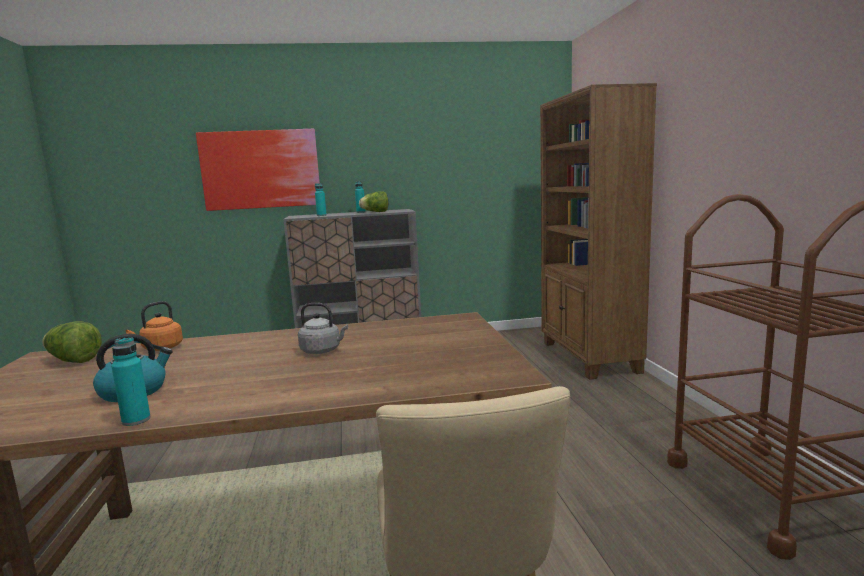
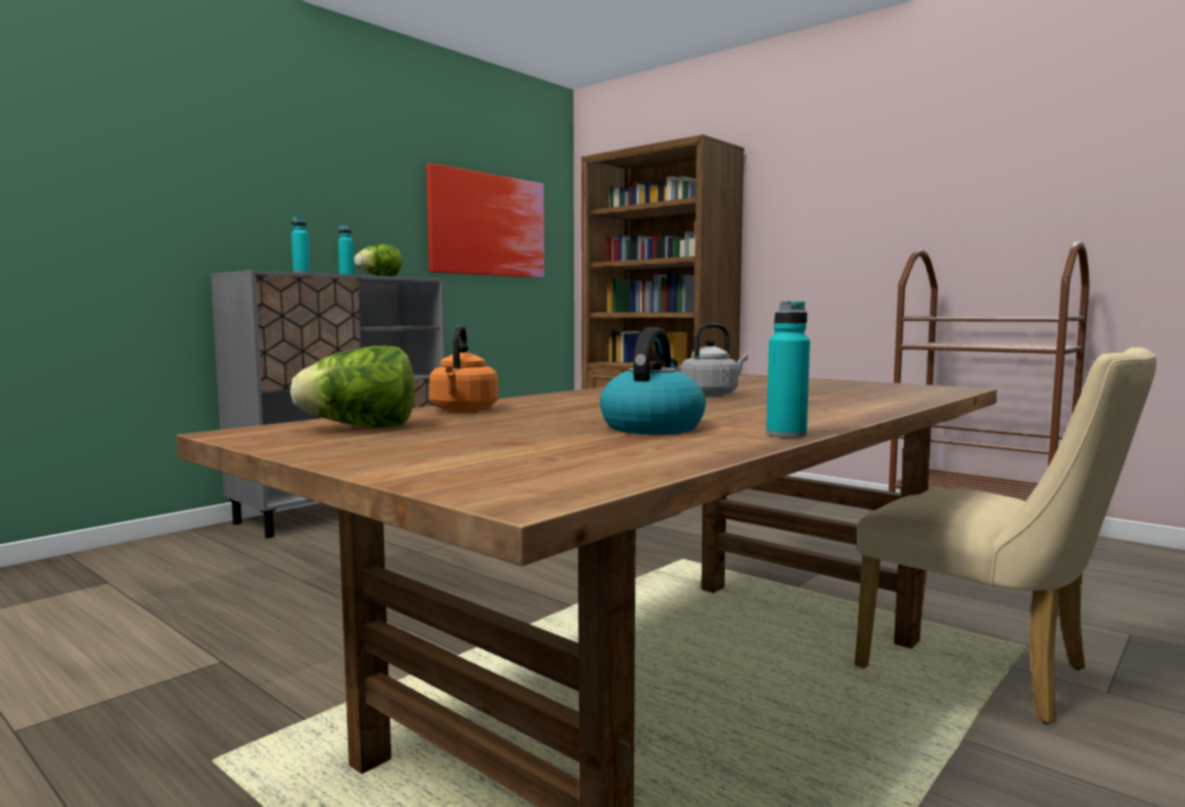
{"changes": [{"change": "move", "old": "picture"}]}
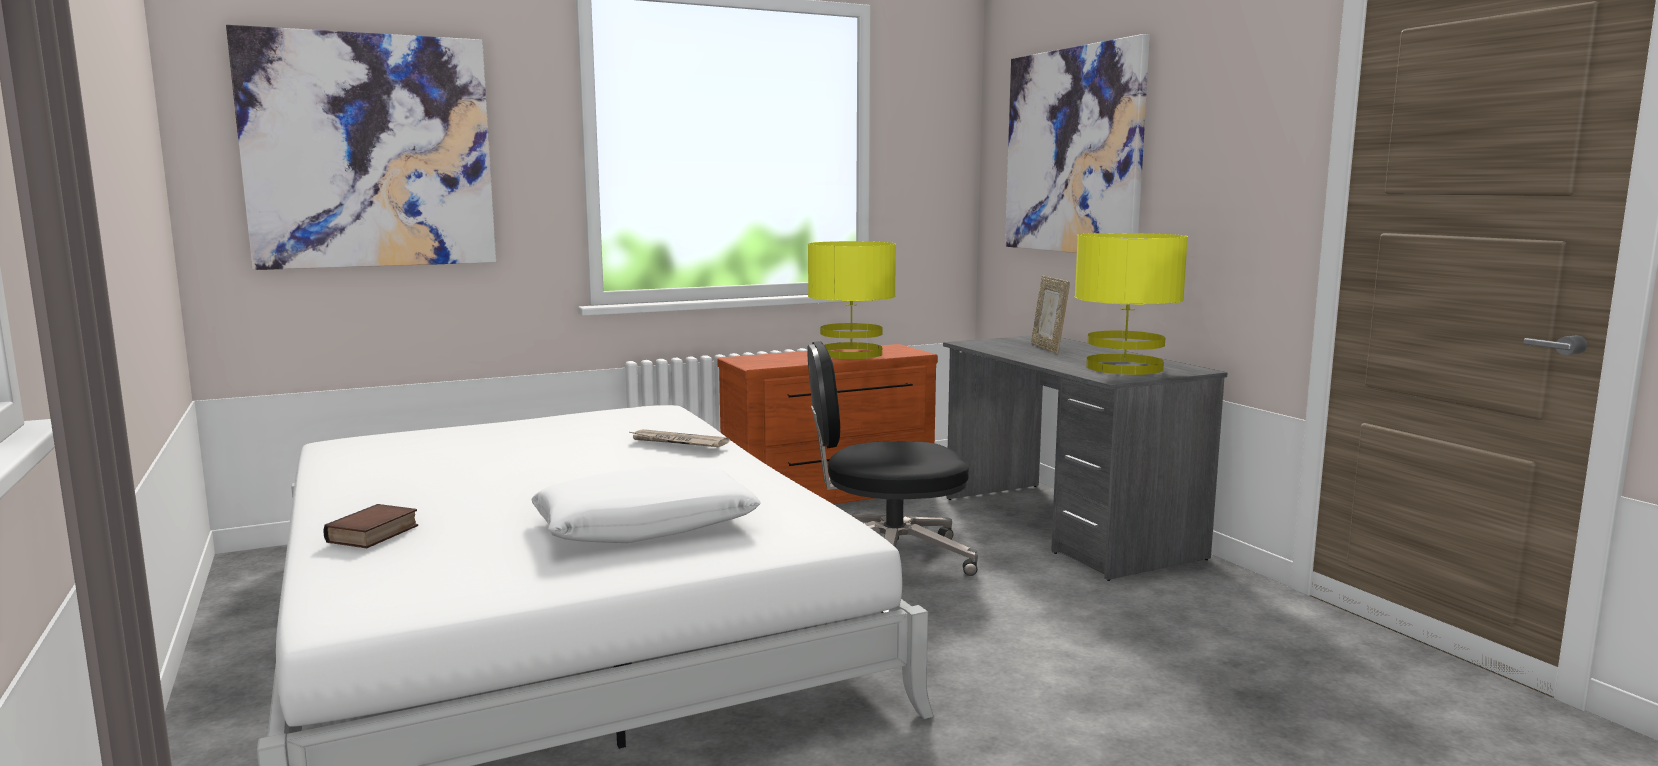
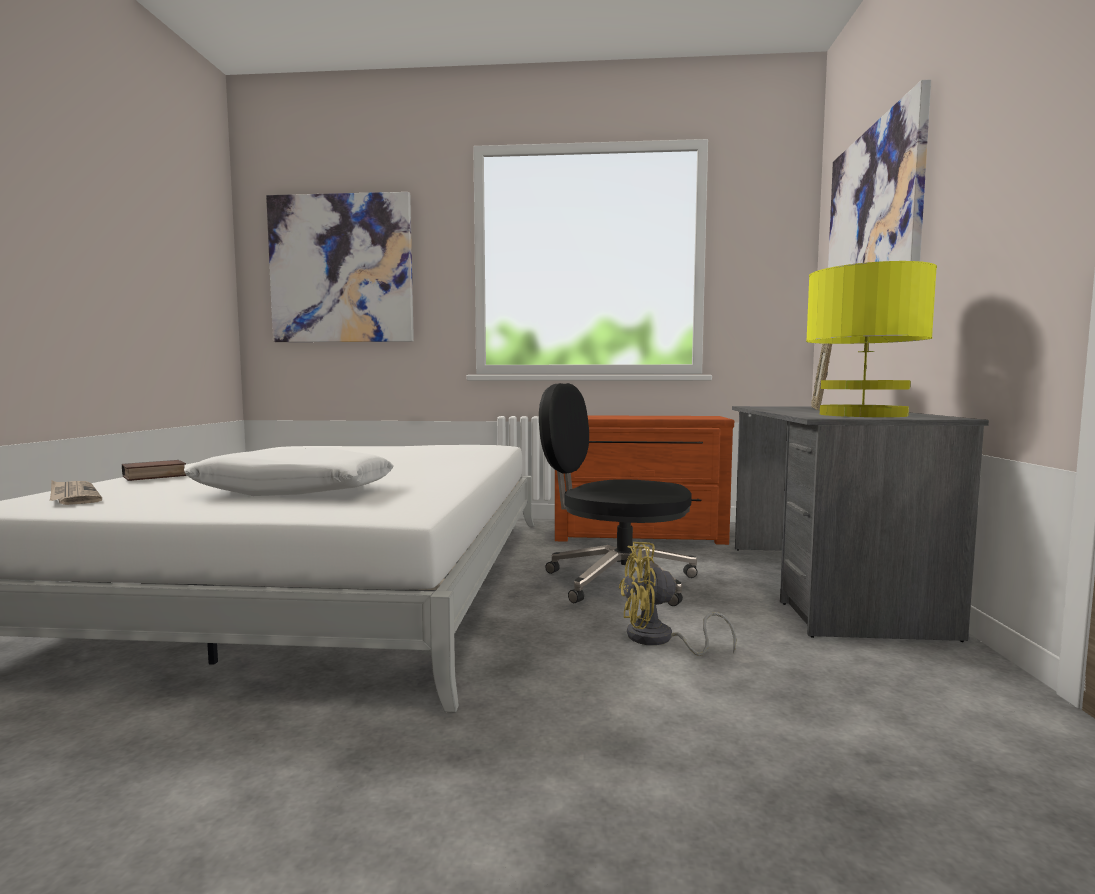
{"changes": [{"change": "move", "old": "newspaper"}, {"change": "delete", "old": "yellow table lamp (1st from left)"}, {"change": "insert", "new": "yellow fan"}]}
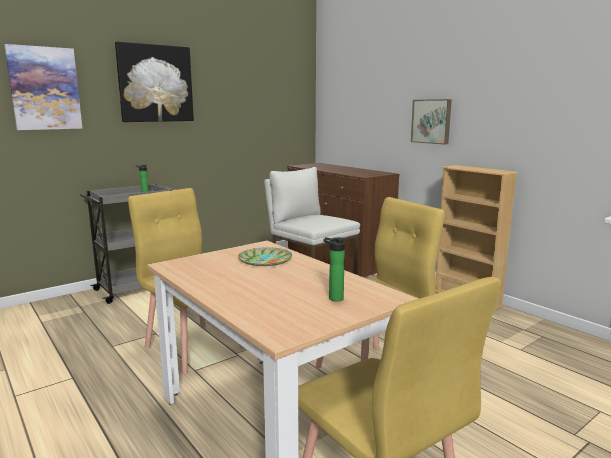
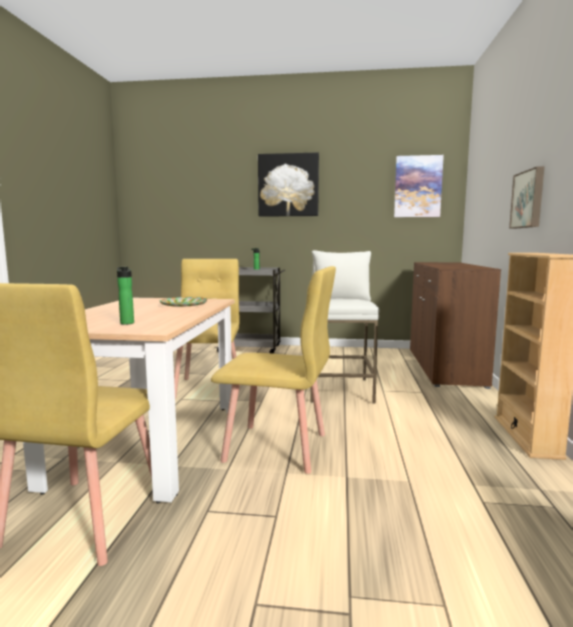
{"changes": [{"change": "move", "old": "picture (1st from left in the first image)", "new": "picture (2nd from left)"}]}
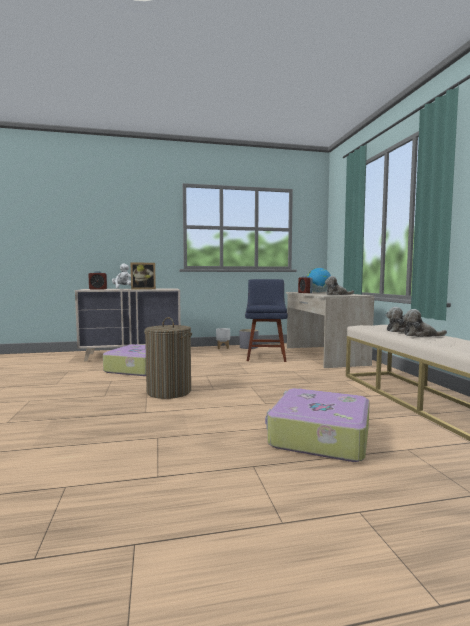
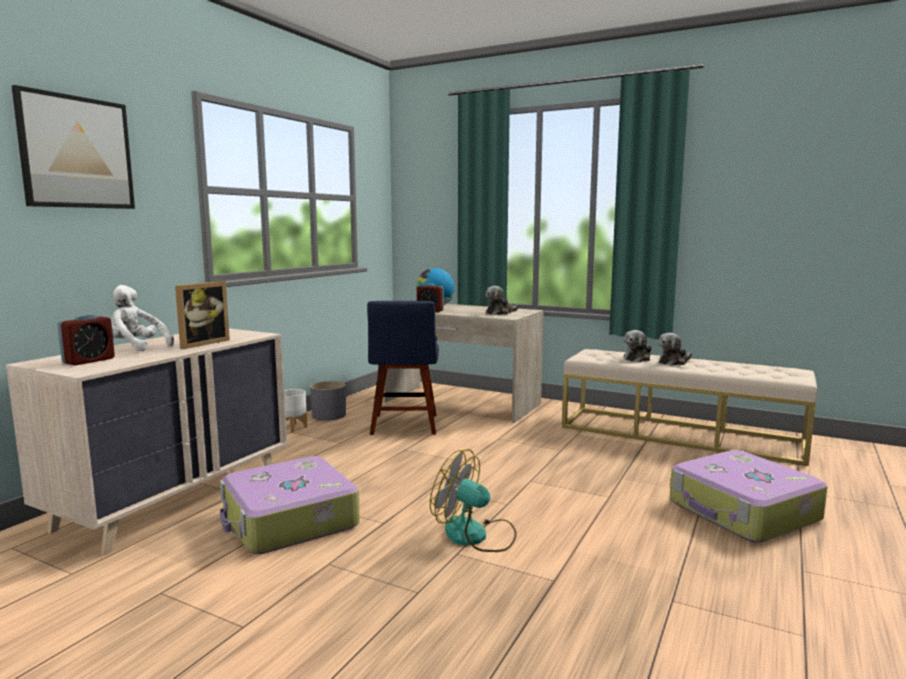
{"changes": [{"change": "replace", "old": "laundry basket", "new": "fan"}, {"change": "rotate", "old": "blue chair", "degrees": -135}, {"change": "insert", "new": "picture"}]}
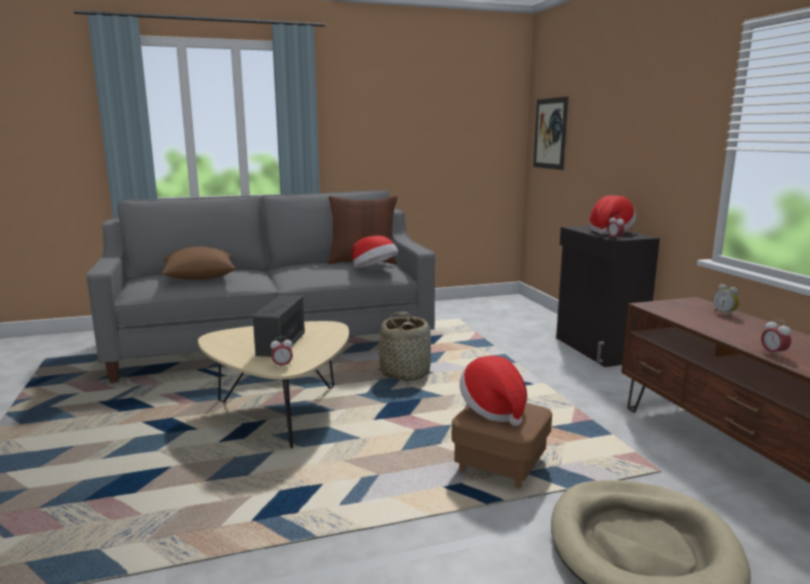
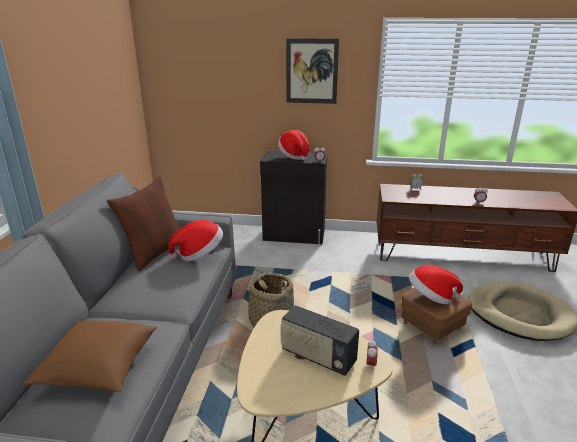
{"changes": [{"change": "move", "old": "picture"}]}
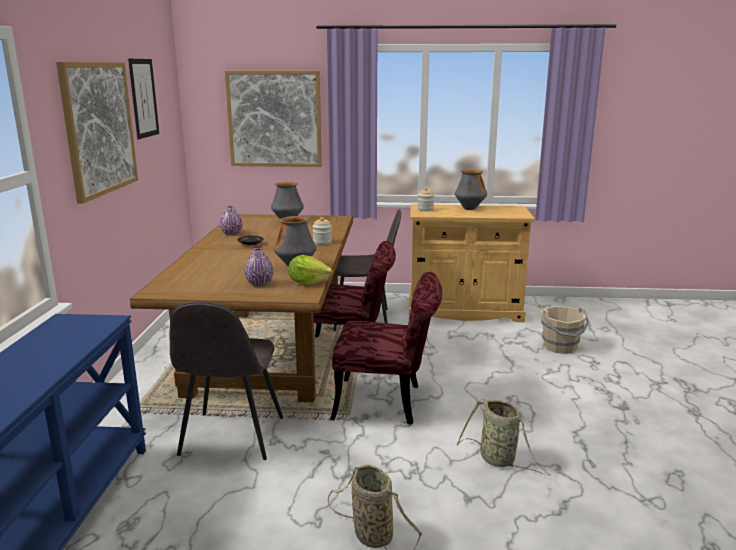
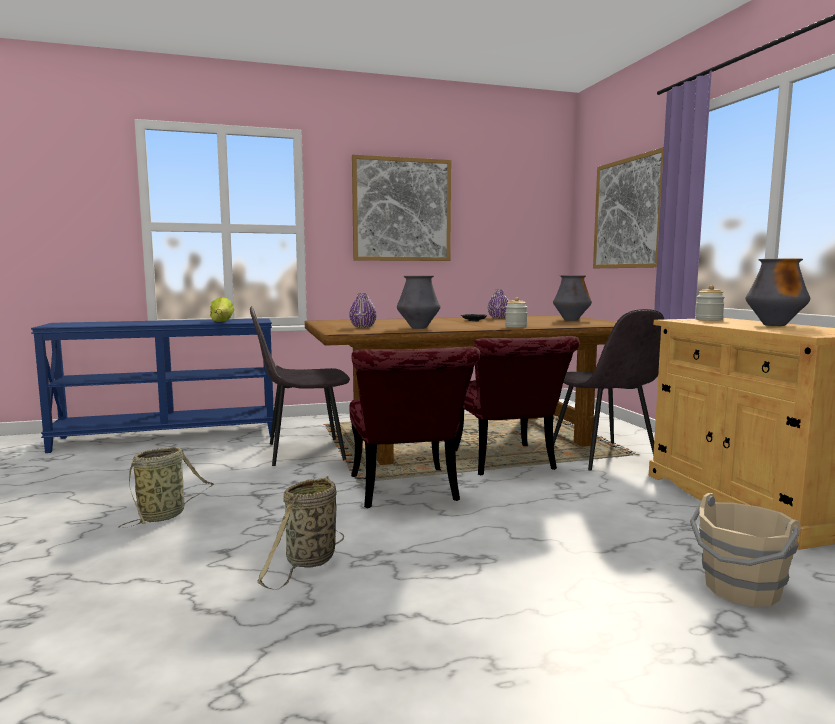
{"changes": [{"change": "delete", "old": "picture (2nd from left)"}, {"change": "move", "old": "lettuce"}]}
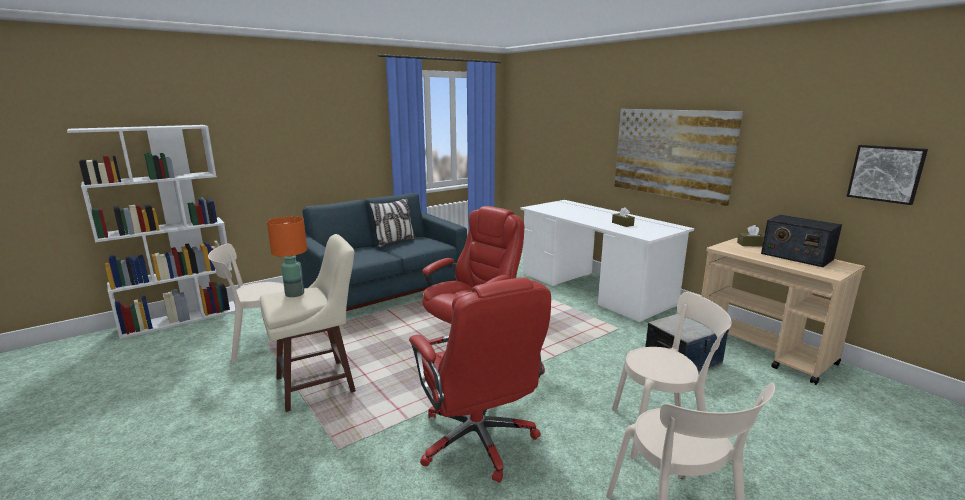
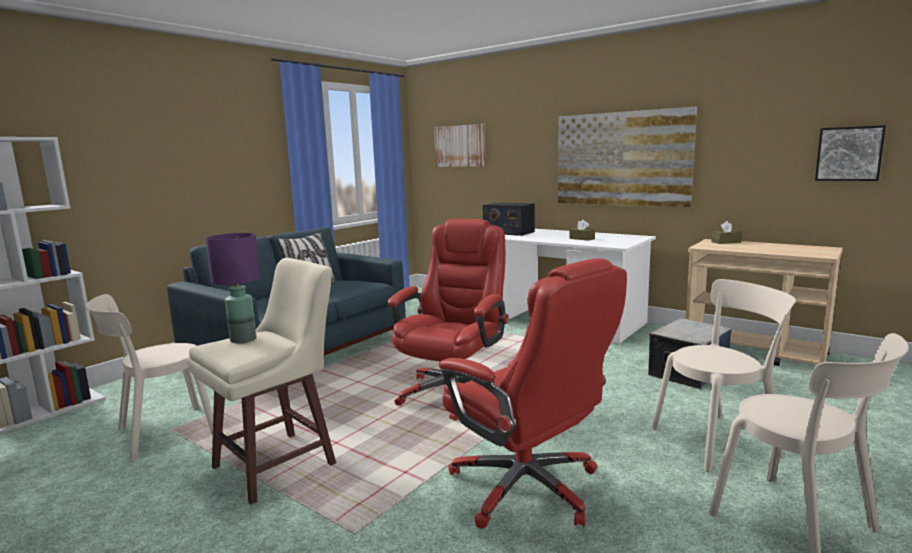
{"changes": [{"change": "recolor", "old": "orange table lamp", "new": "purple table lamp"}, {"change": "move", "old": "radio"}, {"change": "insert", "new": "picture (1st from left)"}]}
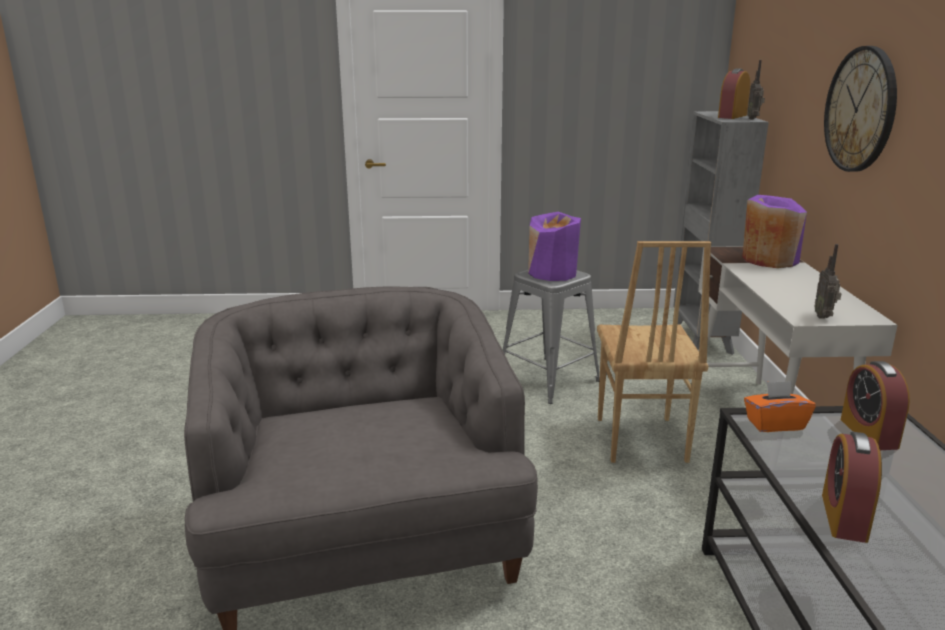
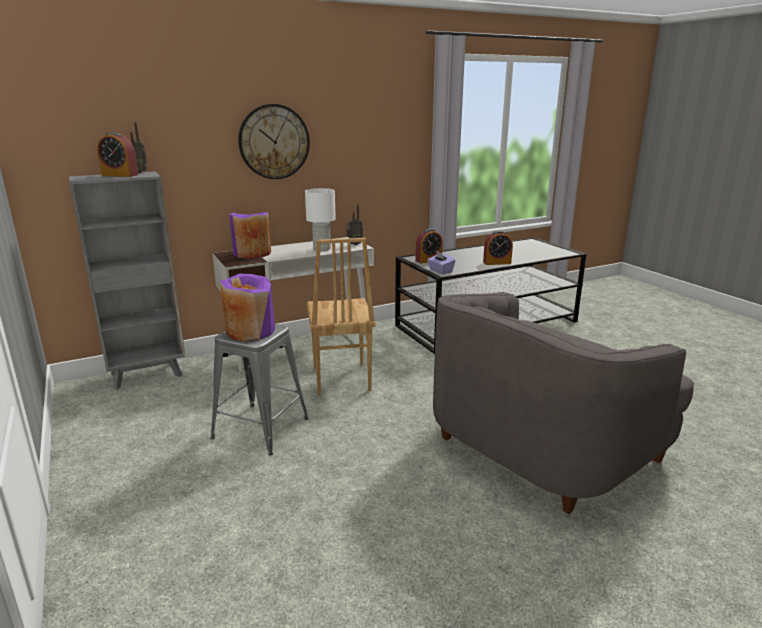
{"changes": [{"change": "rotate", "old": "brown chair", "degrees": 105}, {"change": "recolor", "old": "orange tissue box", "new": "purple tissue box"}, {"change": "insert", "new": "white table lamp"}]}
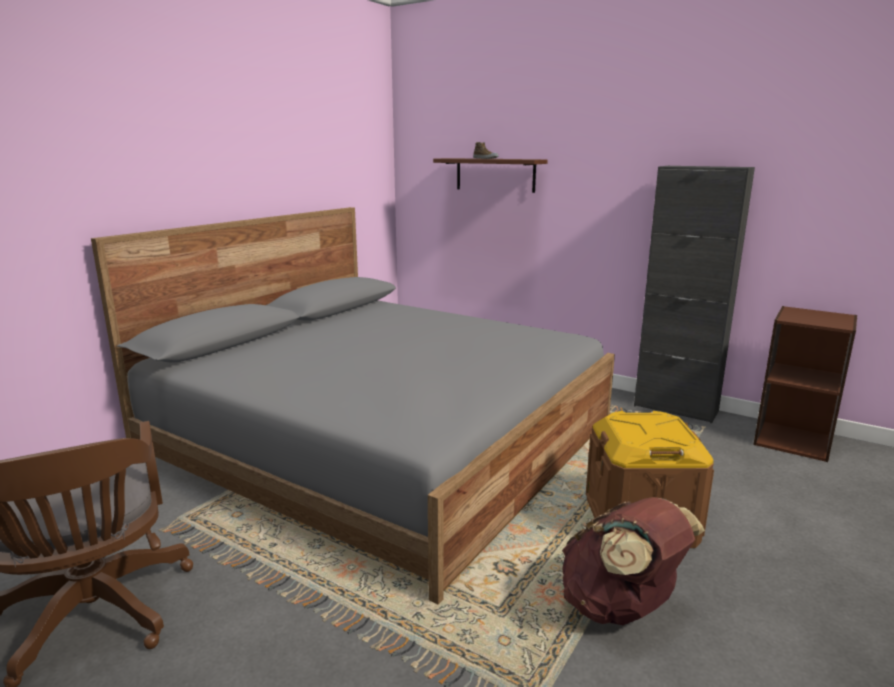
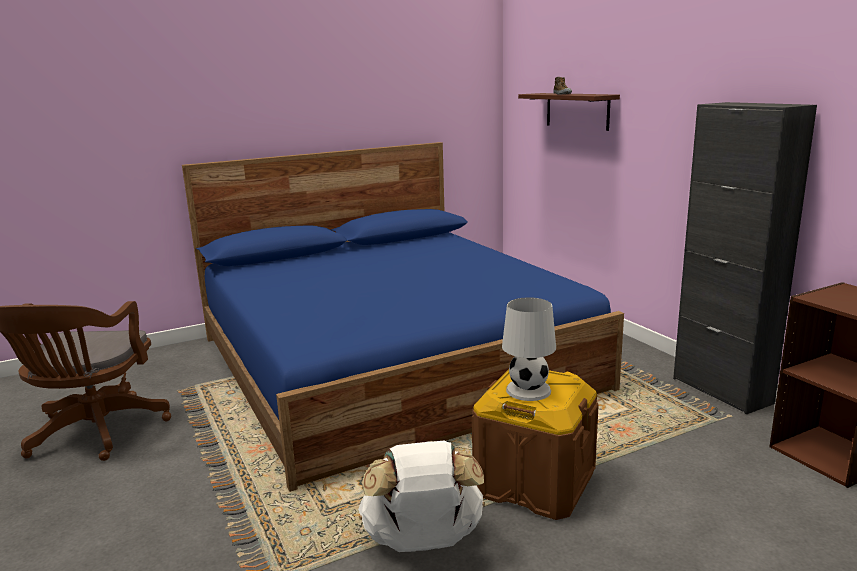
{"changes": [{"change": "recolor", "old": "grey bed", "new": "blue bed"}, {"change": "recolor", "old": "brown backpack", "new": "white backpack"}, {"change": "insert", "new": "white table lamp"}]}
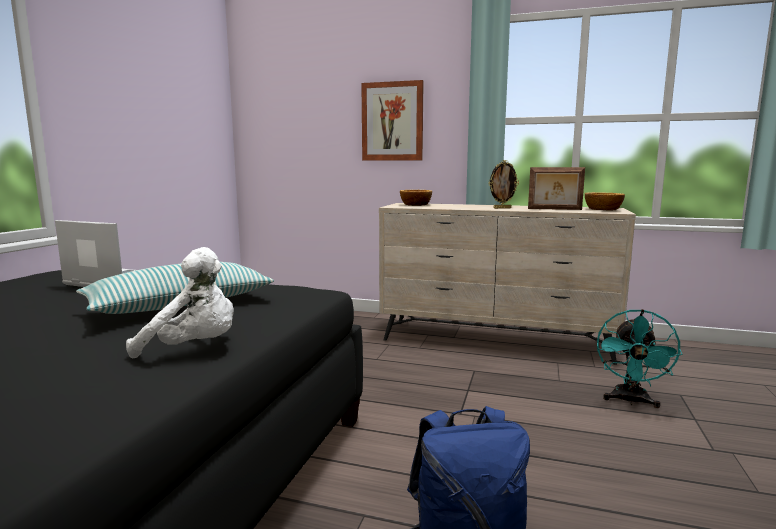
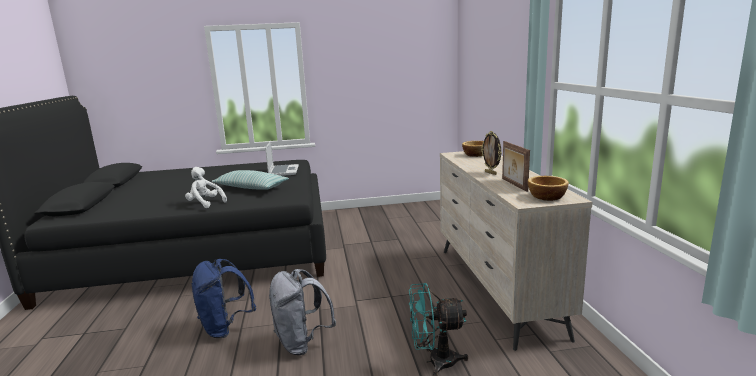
{"changes": [{"change": "rotate", "old": "white plush toy", "degrees": 135}, {"change": "delete", "old": "picture"}, {"change": "insert", "new": "grey backpack"}]}
